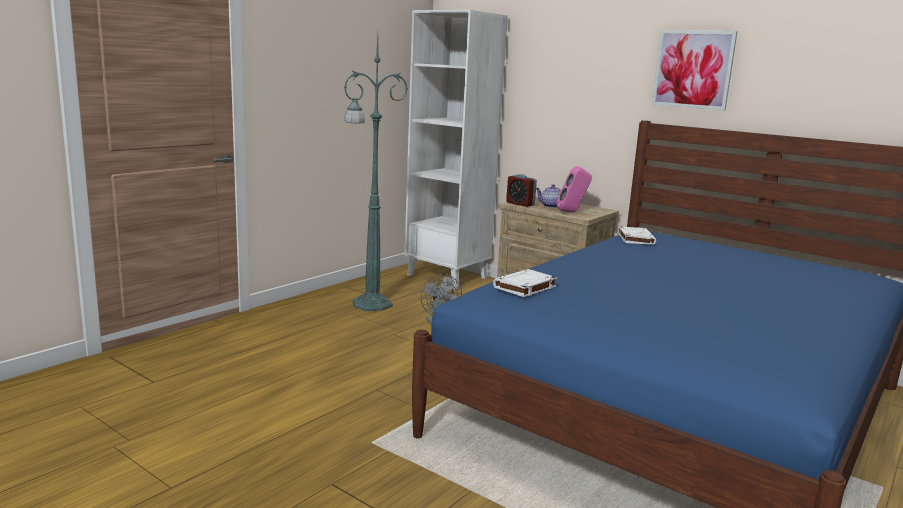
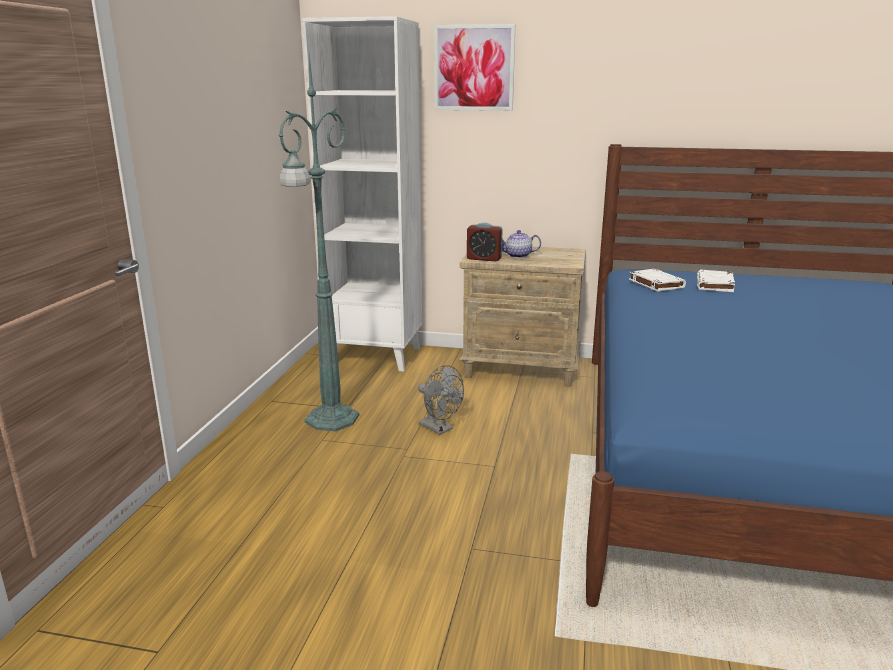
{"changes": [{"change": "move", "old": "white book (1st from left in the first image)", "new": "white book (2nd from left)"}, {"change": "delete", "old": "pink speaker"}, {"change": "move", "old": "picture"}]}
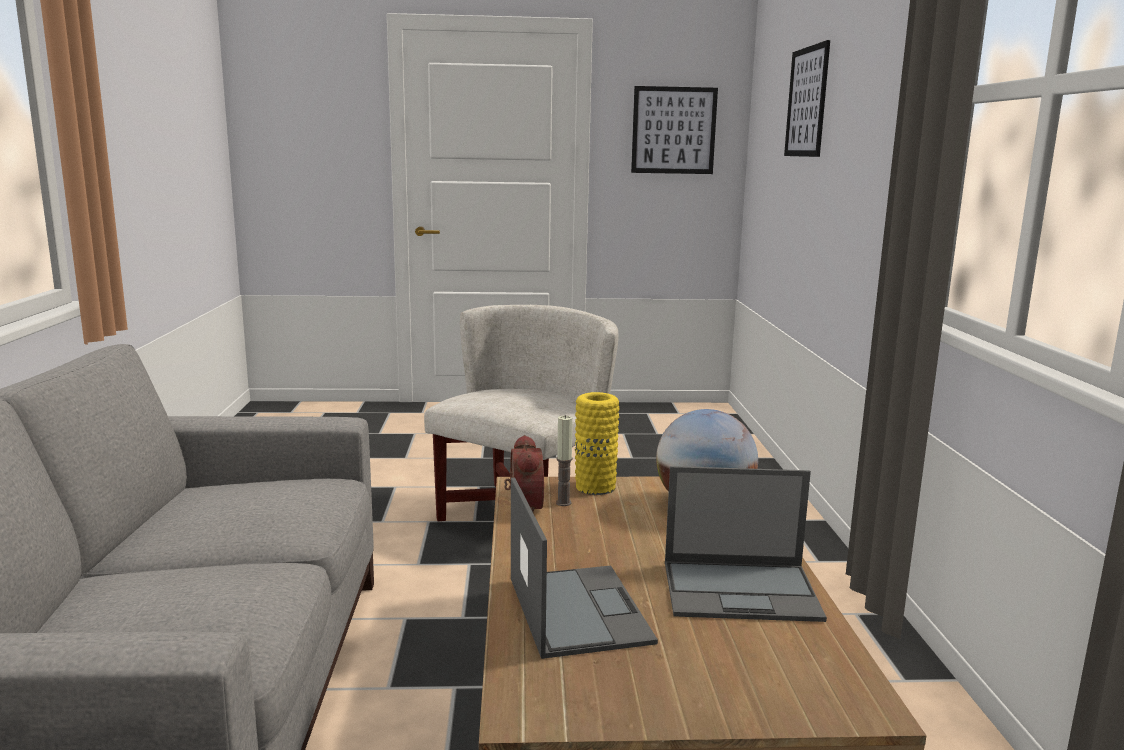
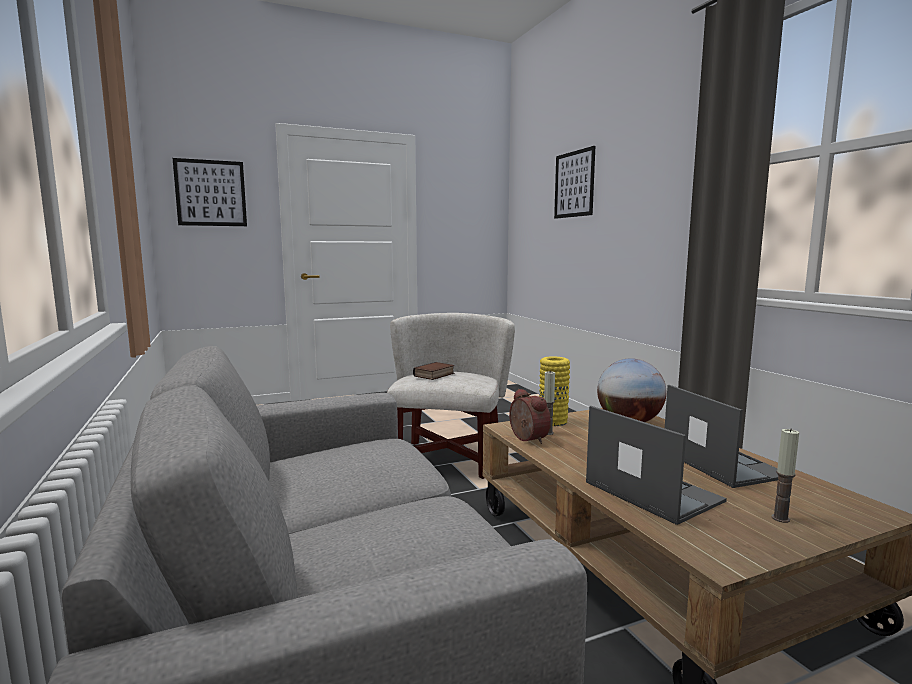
{"changes": [{"change": "move", "old": "picture (1st from left)"}, {"change": "rotate", "old": "laptop (2nd from left)", "degrees": -90}, {"change": "insert", "new": "book"}, {"change": "insert", "new": "candle (2nd from left)"}]}
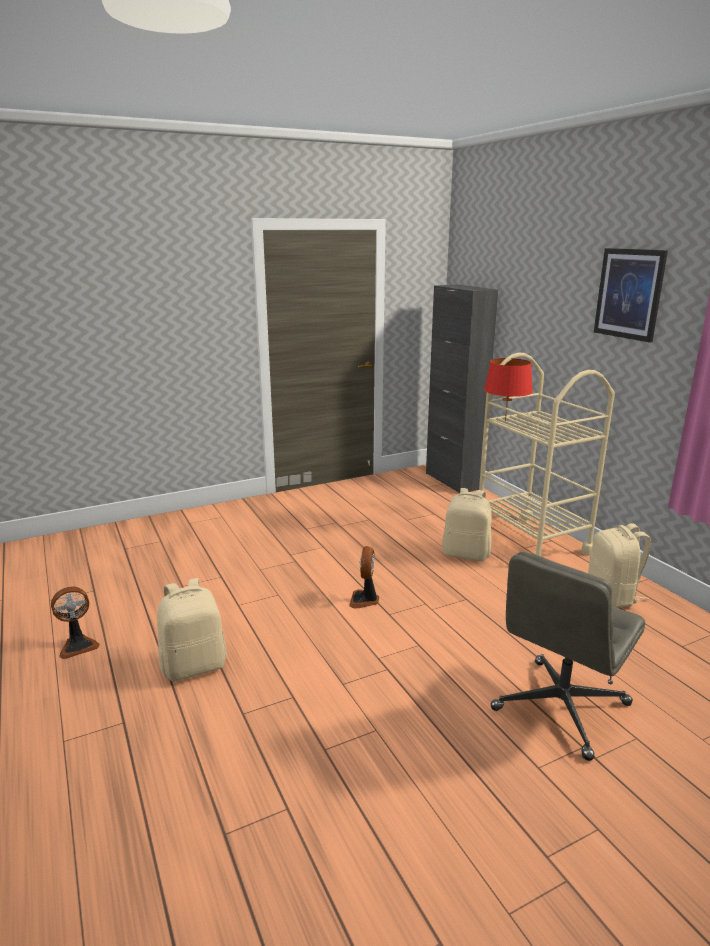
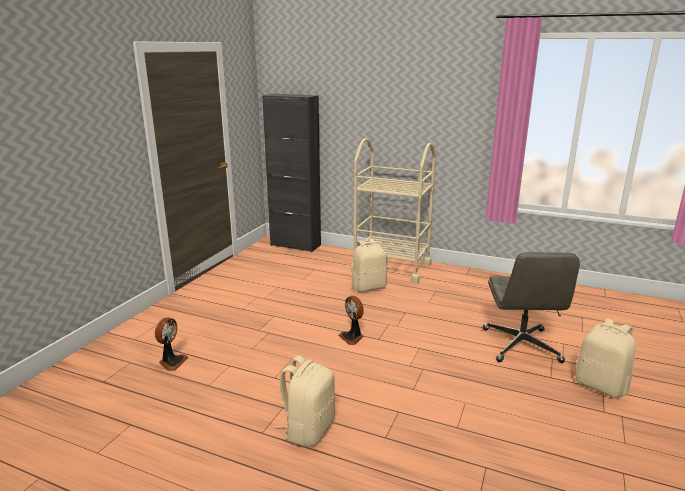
{"changes": [{"change": "move", "old": "fan (1st from left)"}, {"change": "delete", "old": "red table lamp"}, {"change": "move", "old": "beige backpack (3rd from left)"}, {"change": "delete", "old": "picture"}]}
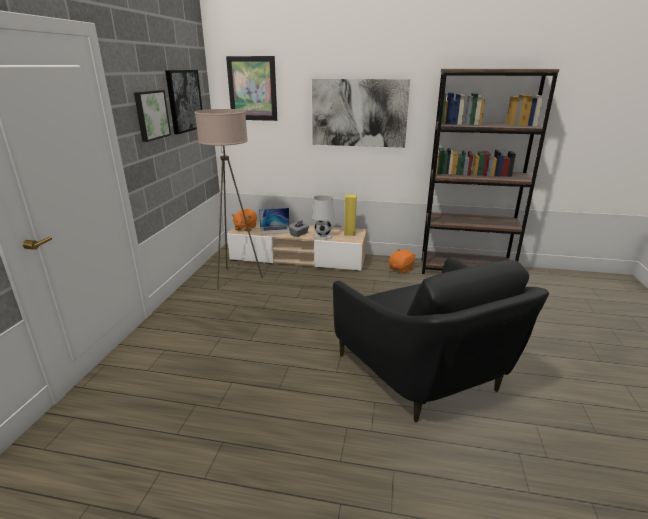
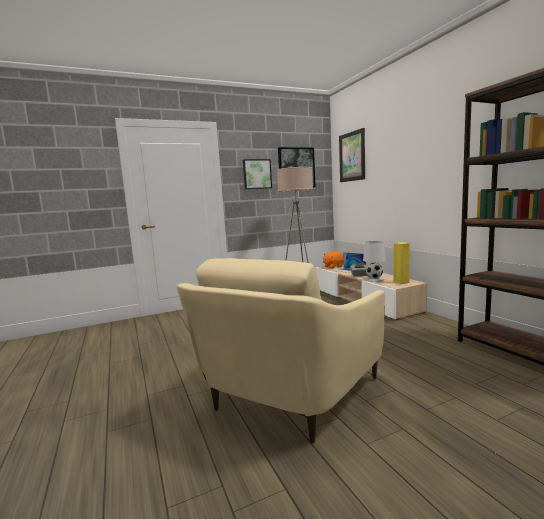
{"changes": [{"change": "delete", "old": "picture (4th from left)"}, {"change": "recolor", "old": "black armchair", "new": "beige armchair"}, {"change": "delete", "old": "orange plush toy (2nd from left)"}]}
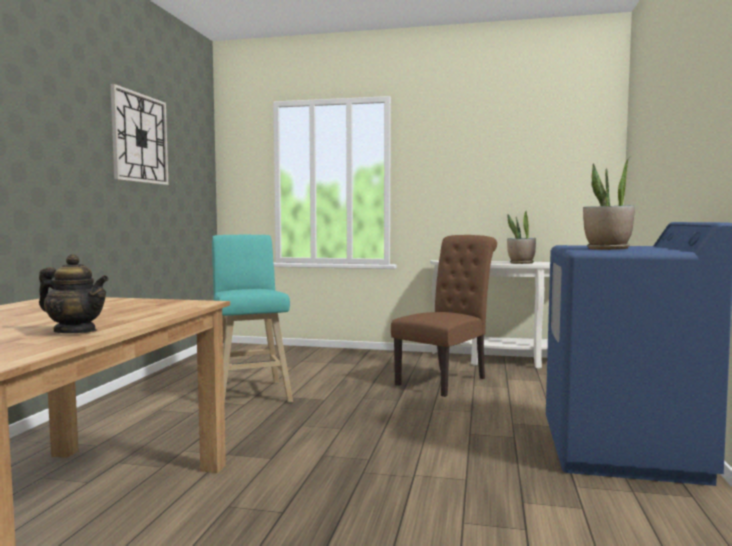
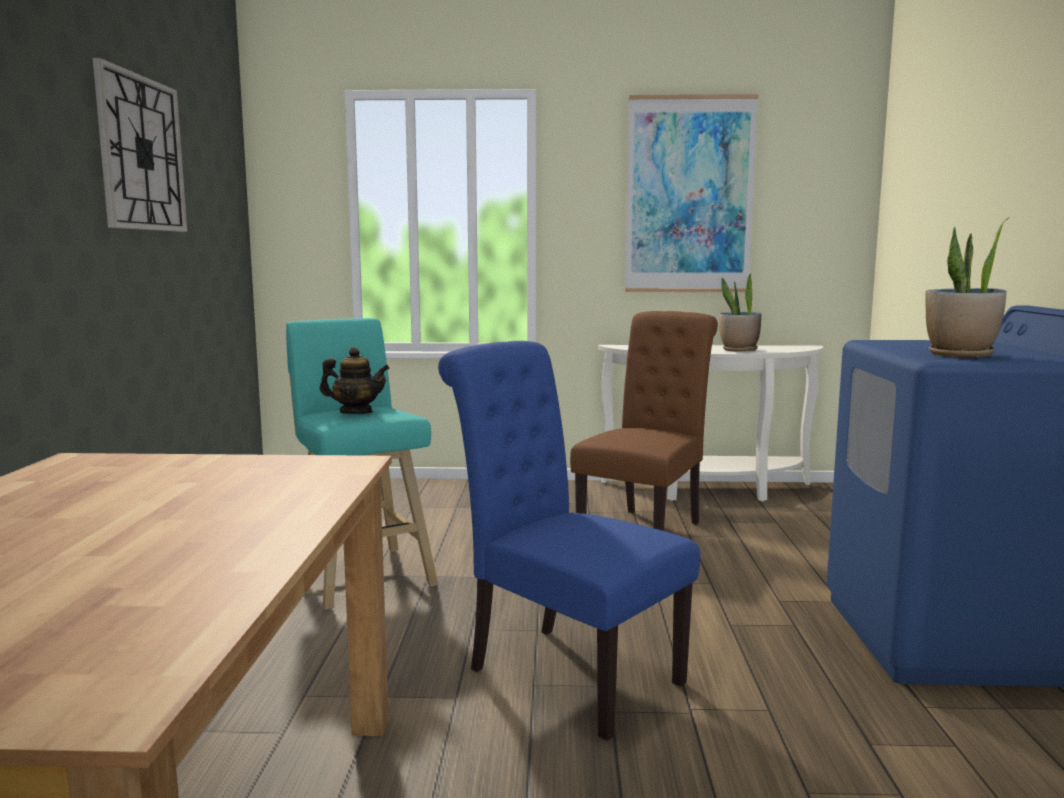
{"changes": [{"change": "move", "old": "teapot"}, {"change": "insert", "new": "blue chair"}, {"change": "insert", "new": "picture"}]}
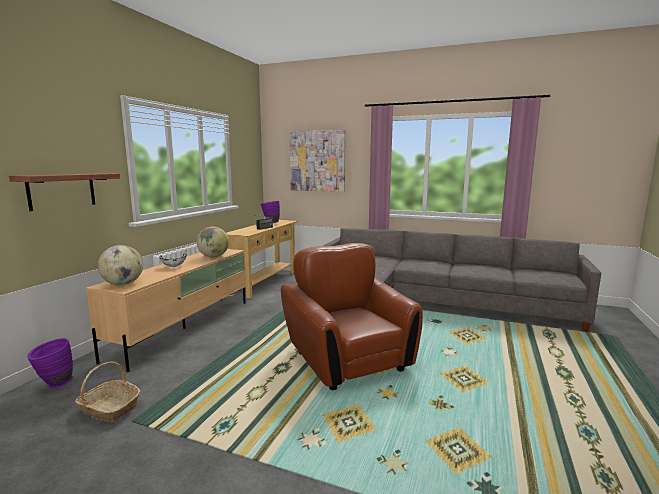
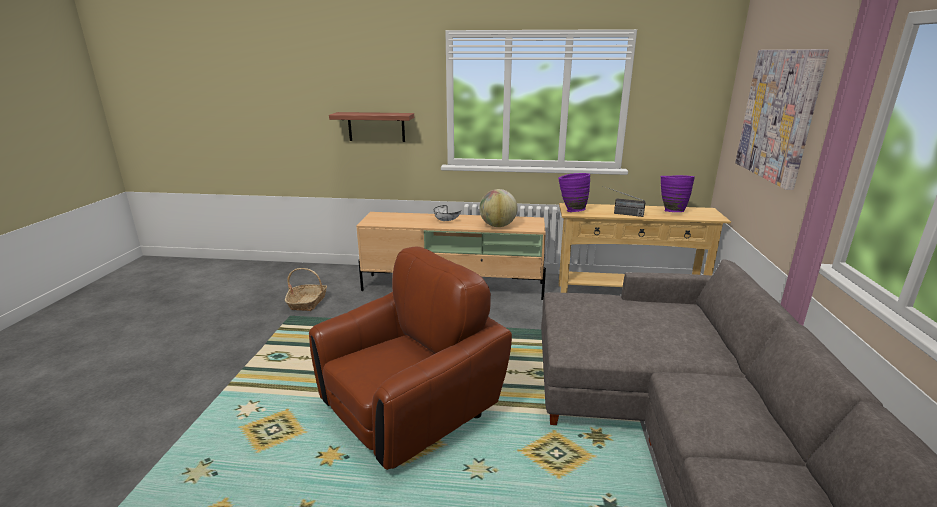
{"changes": [{"change": "move", "old": "purple vase (1st from left)"}, {"change": "delete", "old": "globe (1st from left)"}]}
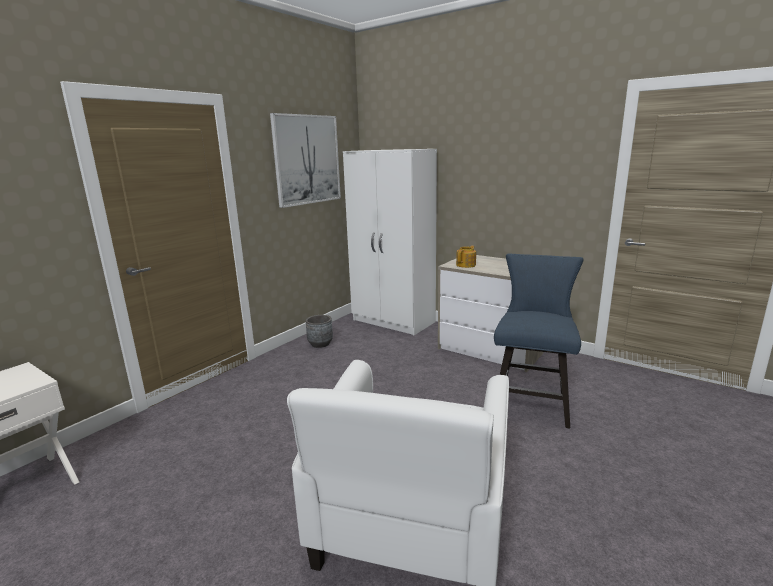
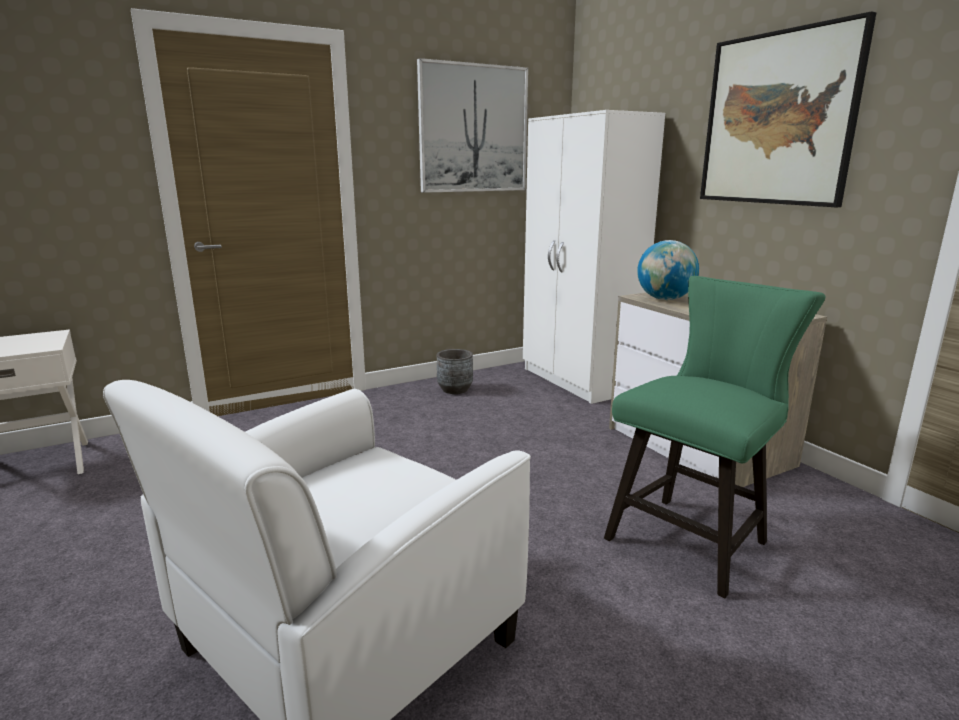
{"changes": [{"change": "replace", "old": "teapot", "new": "globe"}, {"change": "recolor", "old": "blue chair", "new": "green chair"}, {"change": "insert", "new": "picture (2nd from left)"}]}
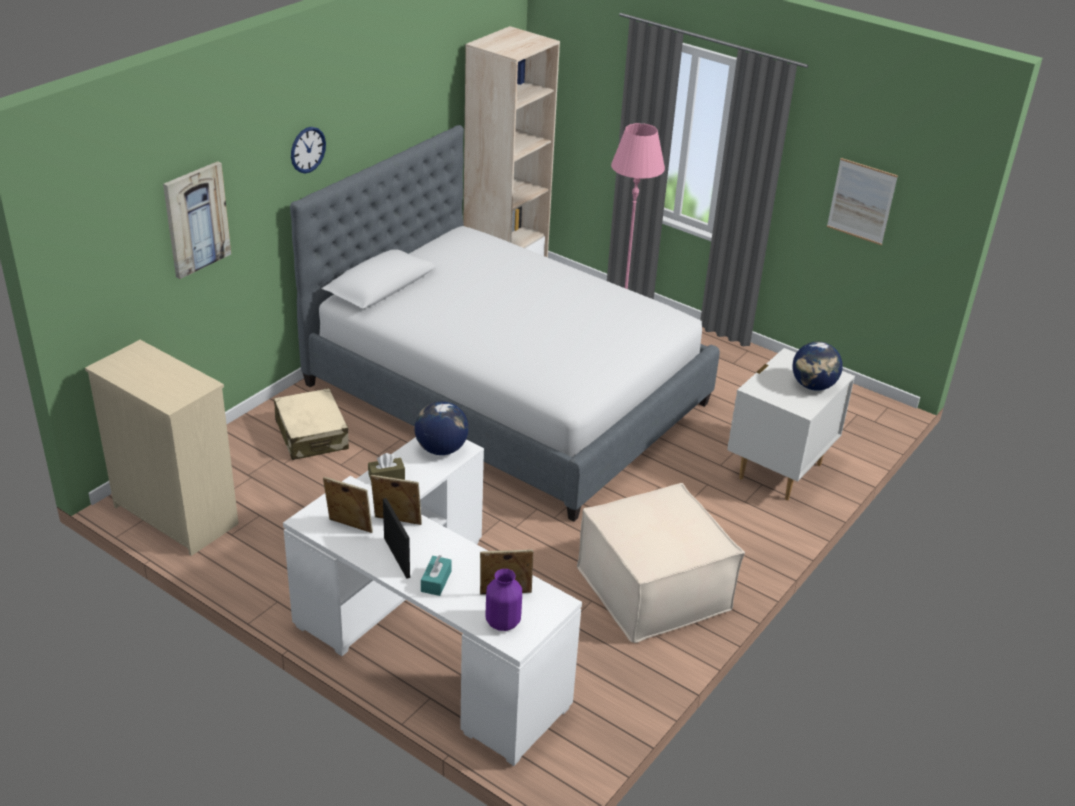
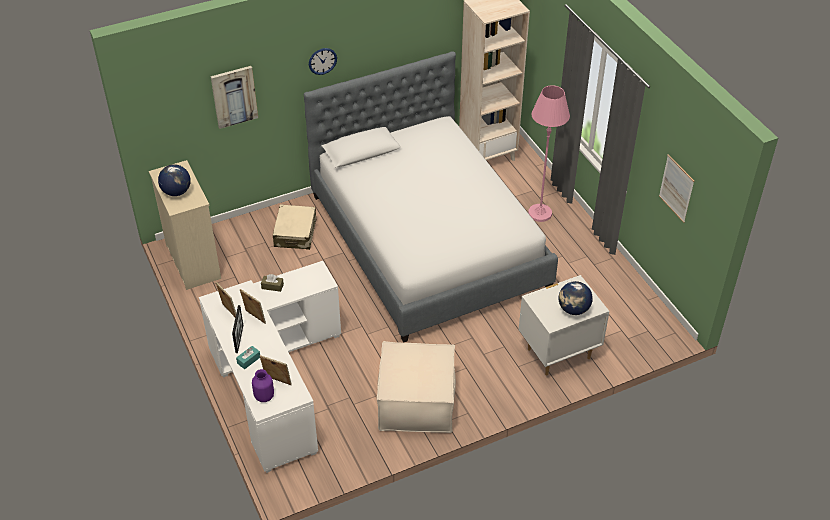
{"changes": [{"change": "move", "old": "globe (1st from left)"}]}
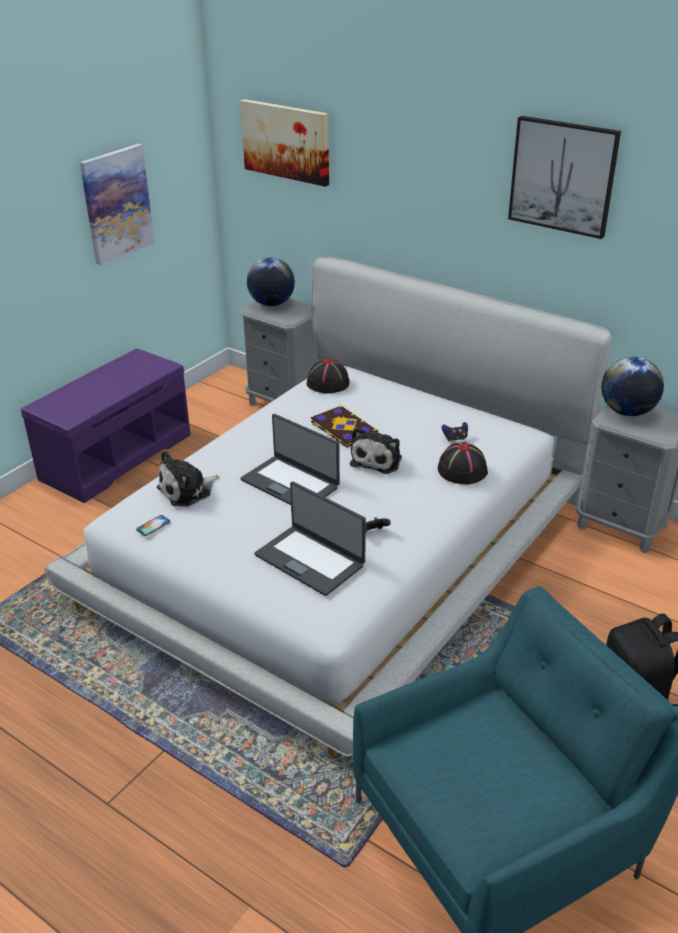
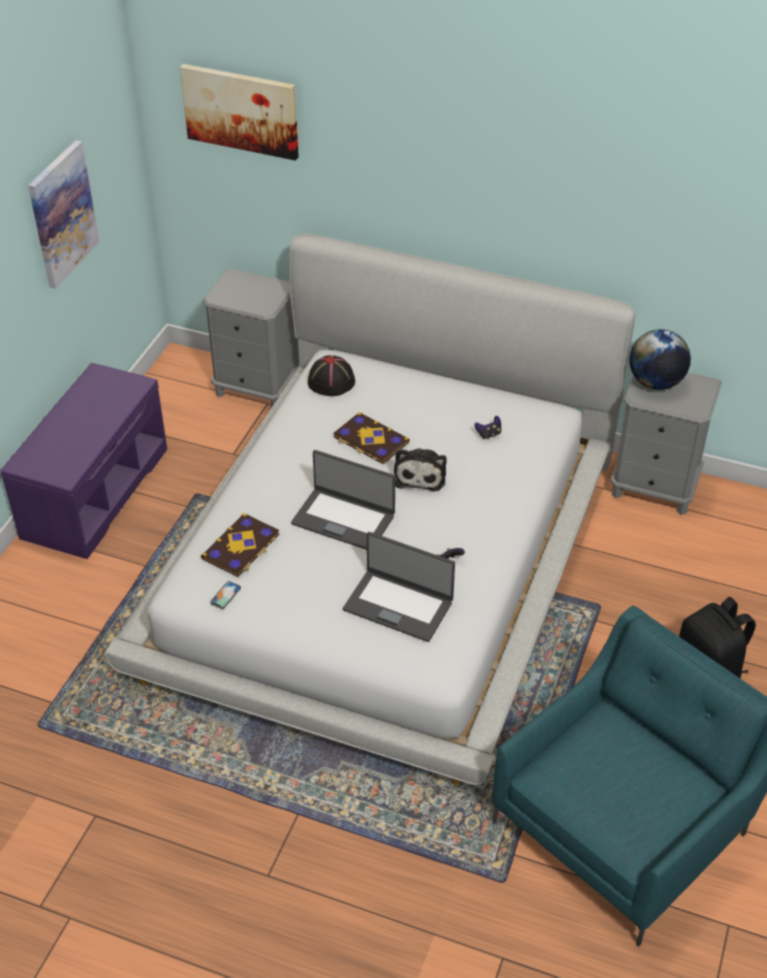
{"changes": [{"change": "replace", "old": "plush toy (1st from left)", "new": "book (1st from left)"}, {"change": "delete", "old": "globe (1st from left)"}, {"change": "delete", "old": "black hat (2nd from left)"}, {"change": "delete", "old": "picture (3rd from left)"}]}
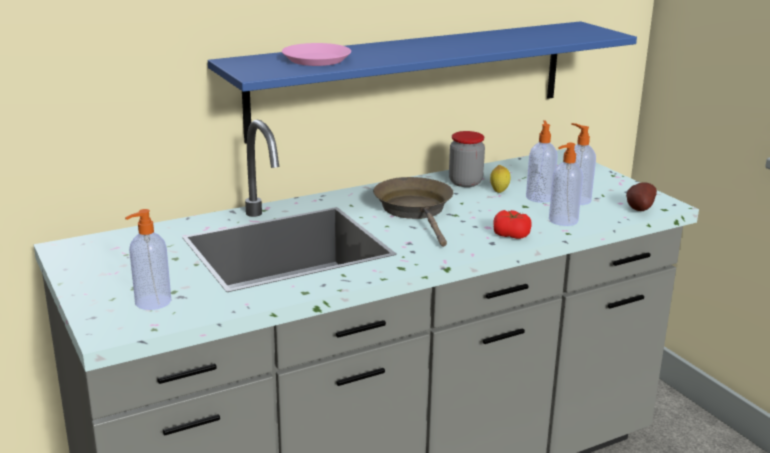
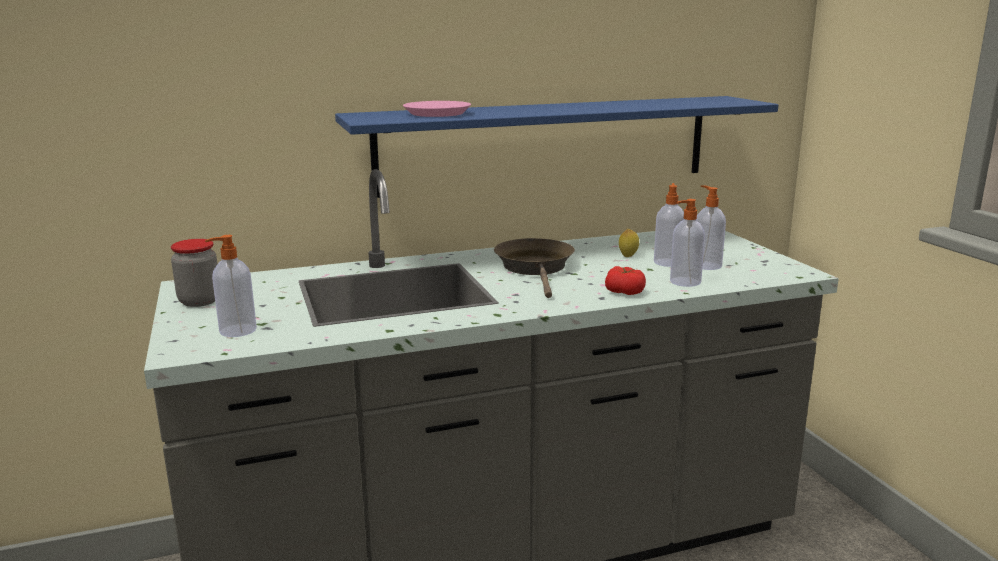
{"changes": [{"change": "move", "old": "jar"}, {"change": "delete", "old": "potato"}]}
